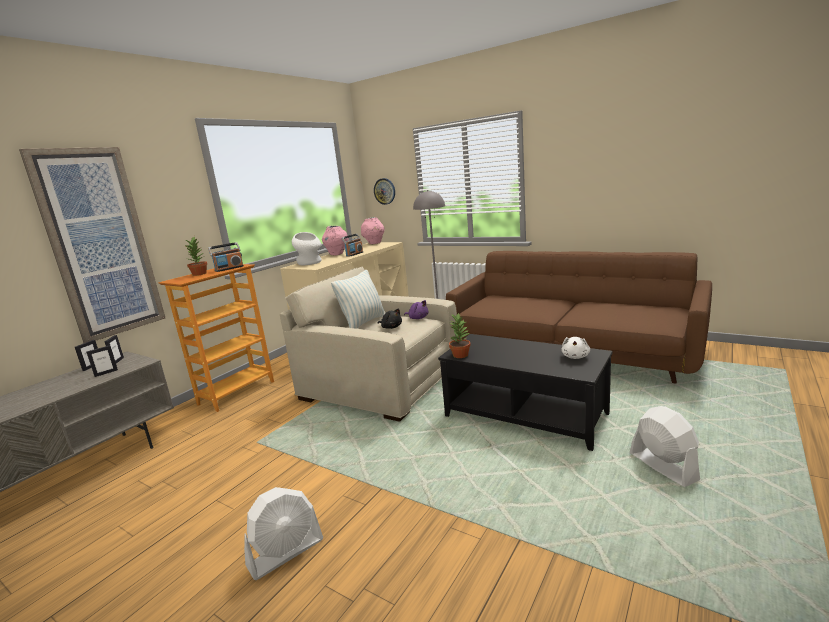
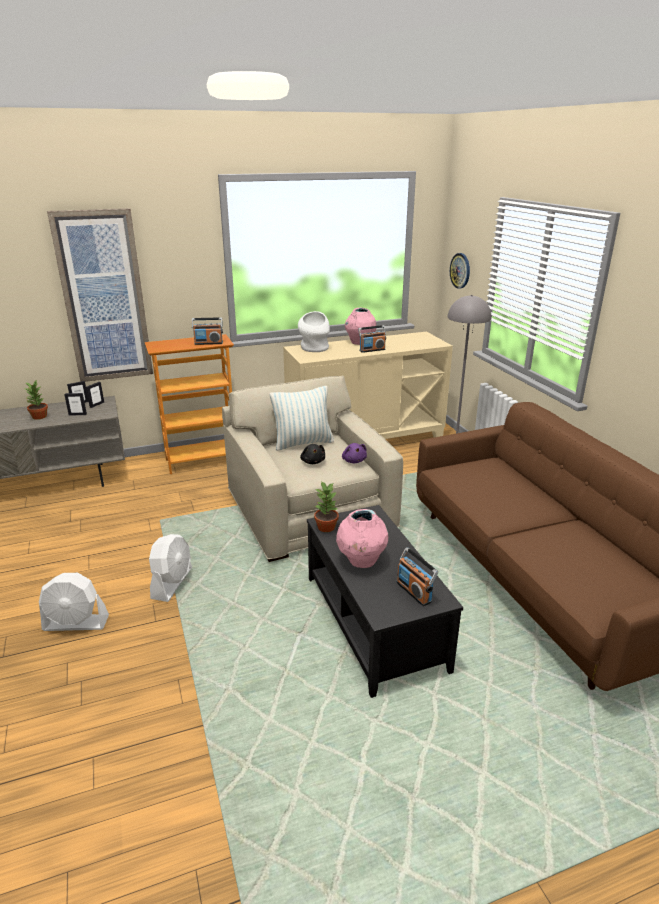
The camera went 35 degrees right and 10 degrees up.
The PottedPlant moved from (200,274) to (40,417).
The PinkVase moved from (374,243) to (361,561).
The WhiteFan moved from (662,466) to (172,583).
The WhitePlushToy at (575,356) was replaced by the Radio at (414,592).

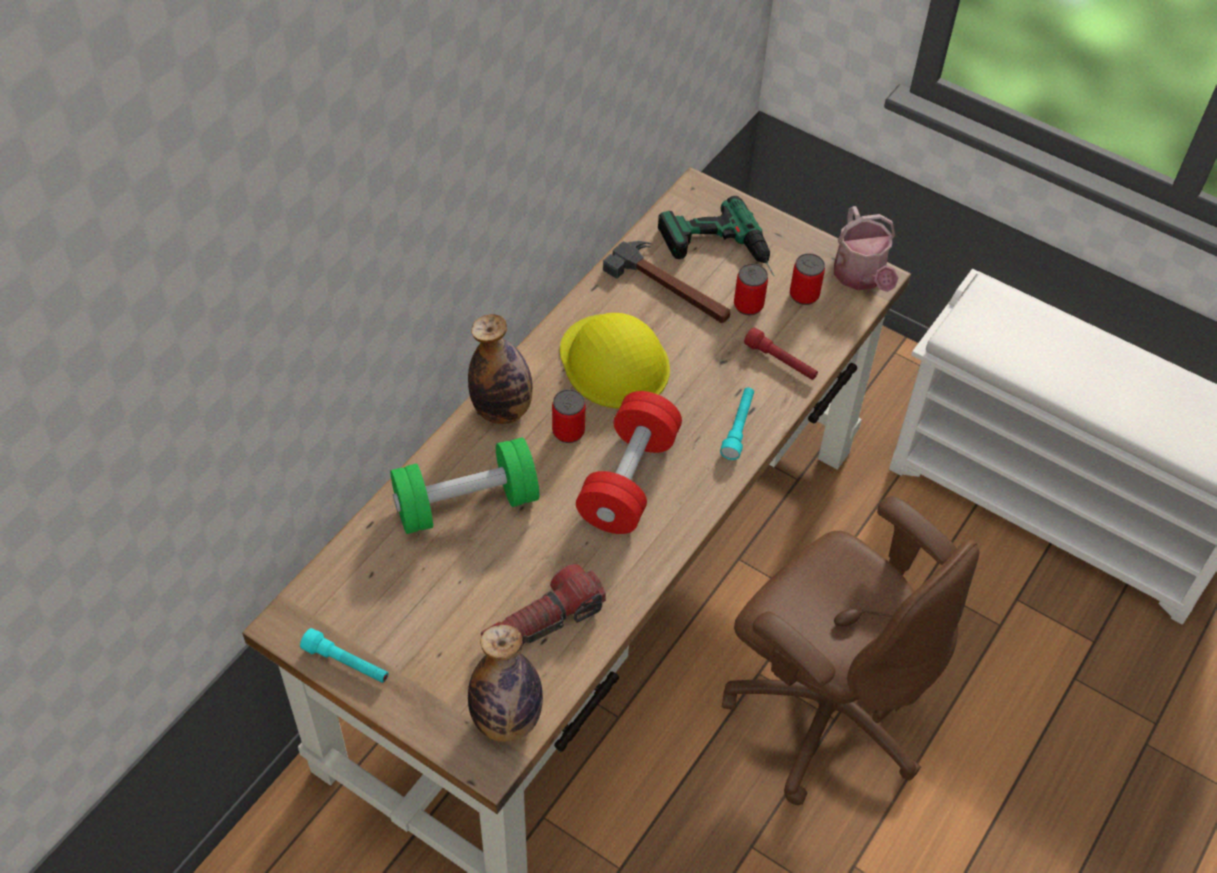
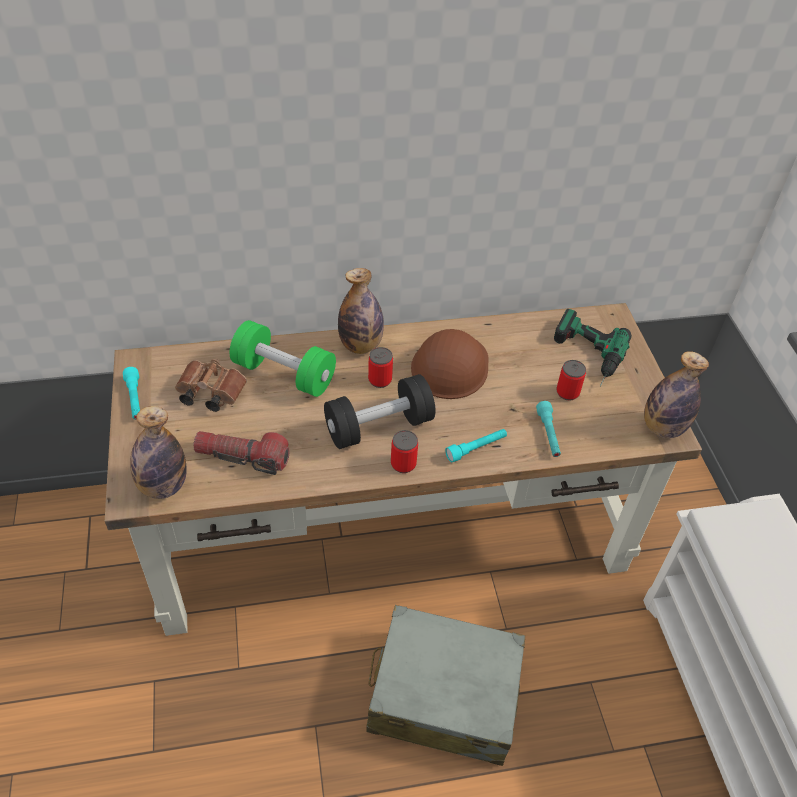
The camera went 45 degrees right and 5 degrees down.
The Hammer at (671,287) disappeared.
The BrownBinoculars at (209,393) appeared.
The Can moved from (804,295) to (403,464).
The BrownOfficeChair at (825,710) was replaced by the GreySuitcase at (443,695).
The WateringCan at (861,277) was replaced by the Bottle at (662,428).
The YellowHardHat at (614,362) became the BrownHardHat at (450,365).
The RedDumbbell at (628,480) became the BlackDumbbell at (379,427).
The RedFlashlight at (780,362) became the TurquoiseFlashlight at (548,434).

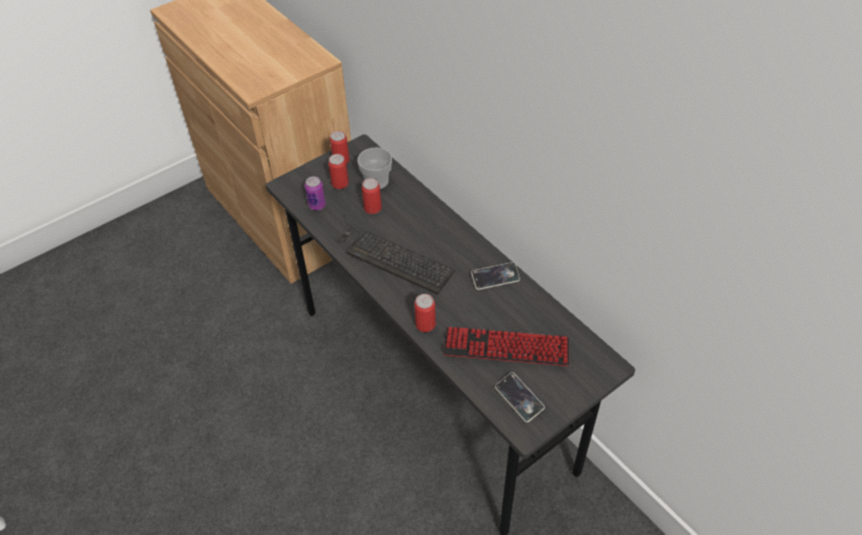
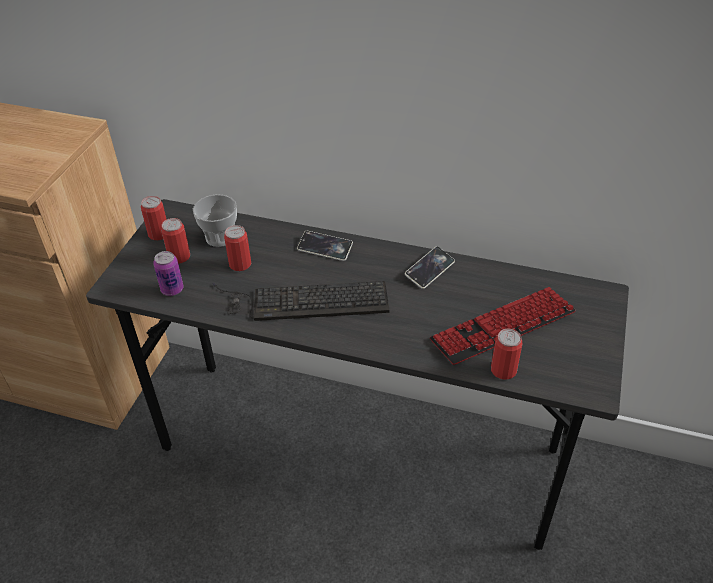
The camera went 35 degrees left and 5 degrees down.
The Can moved from (425,324) to (503,370).
The Phone moved from (519,399) to (325,248).

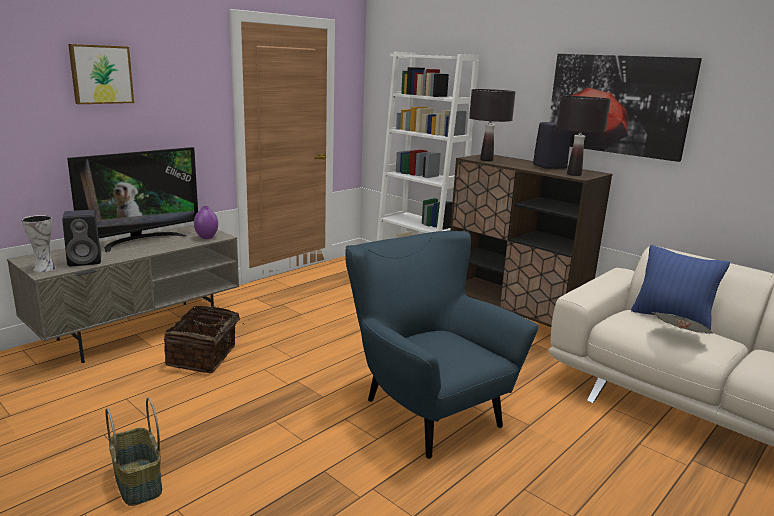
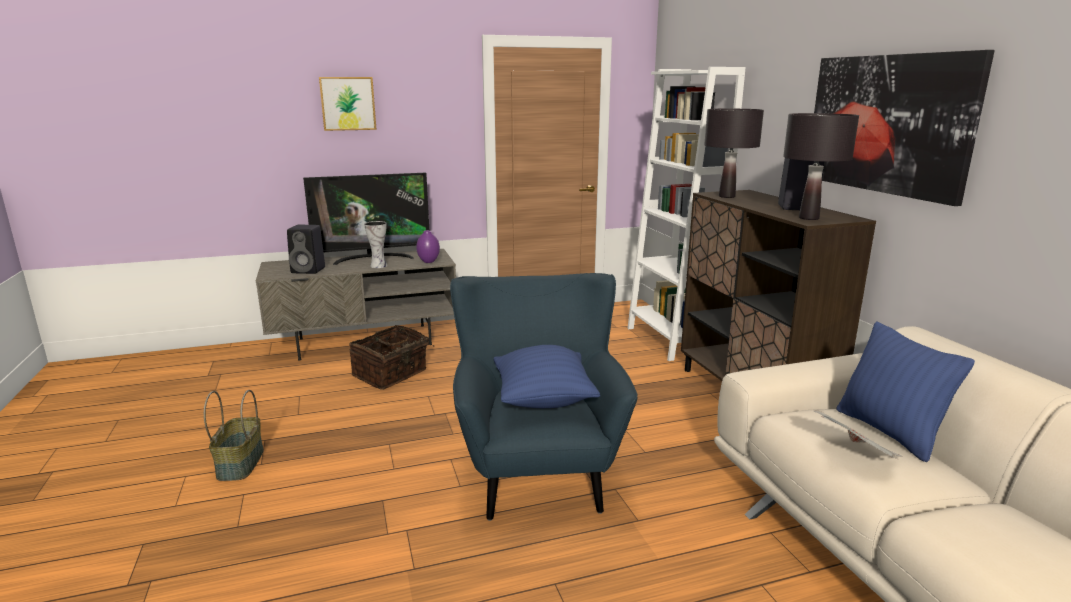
The camera went 30 degrees right and 0 degrees up.
The BluePillow at (543,400) appeared.
The Vase moved from (44,268) to (378,265).

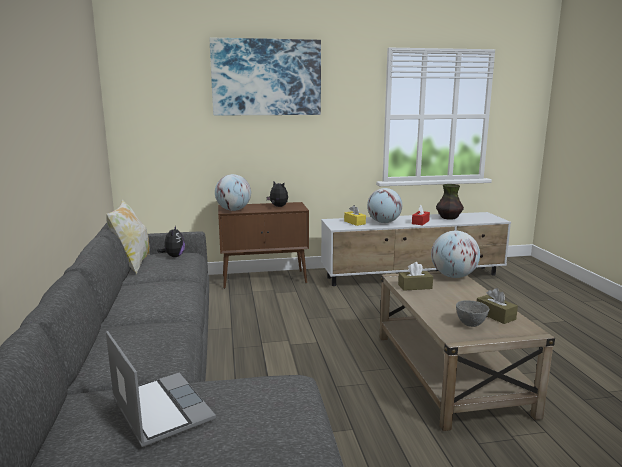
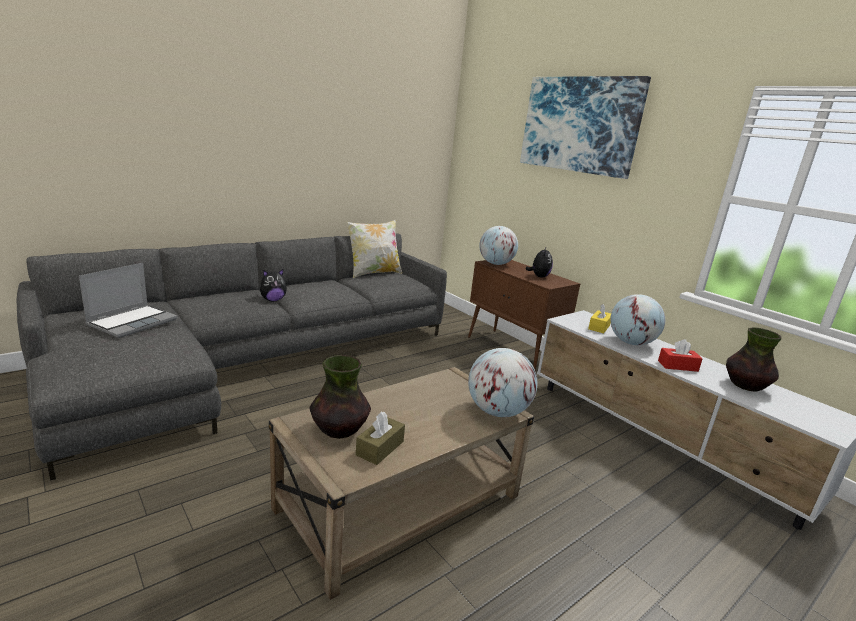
The camera went 60 degrees right and 5 degrees up.
The BrownTissueBox at (415,286) disappeared.
The PlushToy moved from (174,256) to (273,300).
The GreyBowl at (470,324) was replaced by the Vase at (339,430).

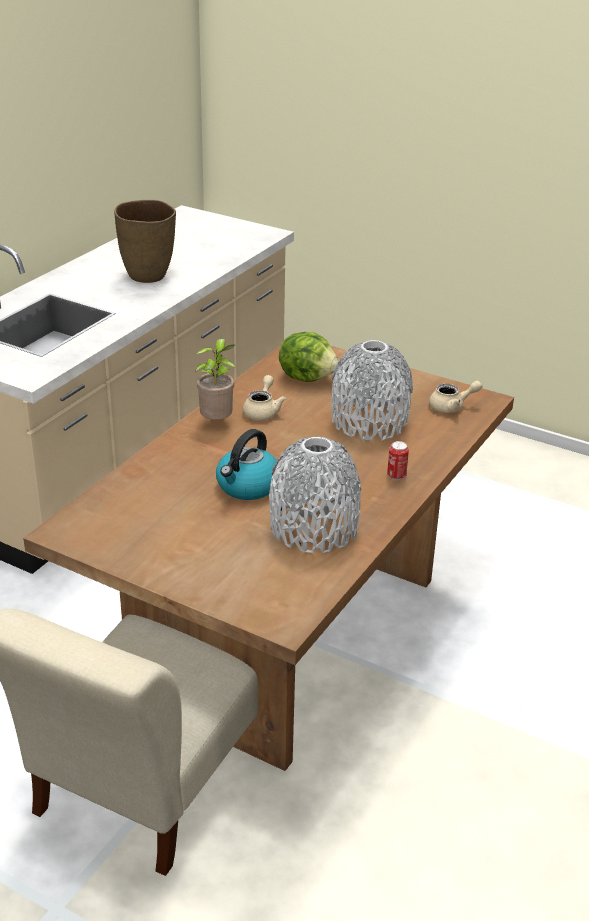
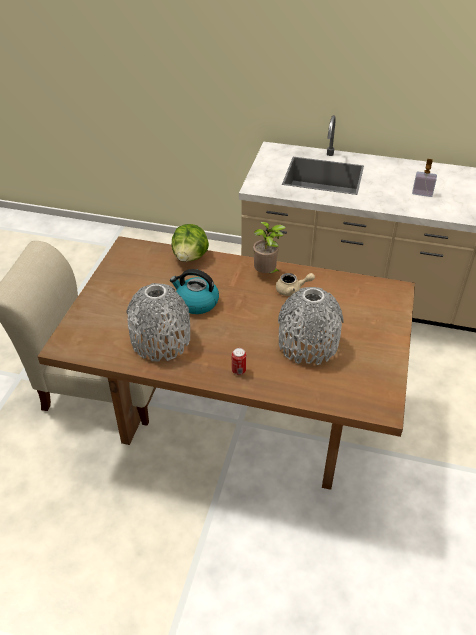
The camera went 75 degrees right and 10 degrees up.
The BeigeTeapot at (452,407) disappeared.
The Lettuce moved from (307,377) to (190,257).
The BrownVase at (148,276) was replaced by the SoapDispenser at (422,193).

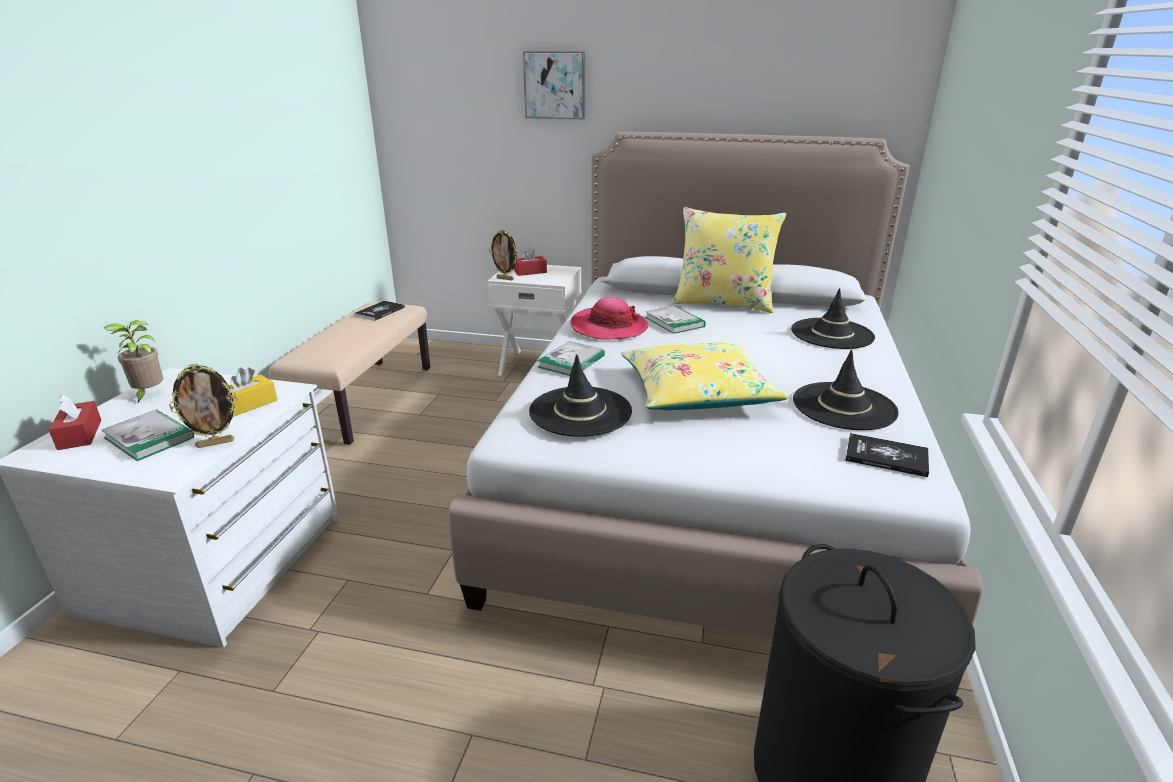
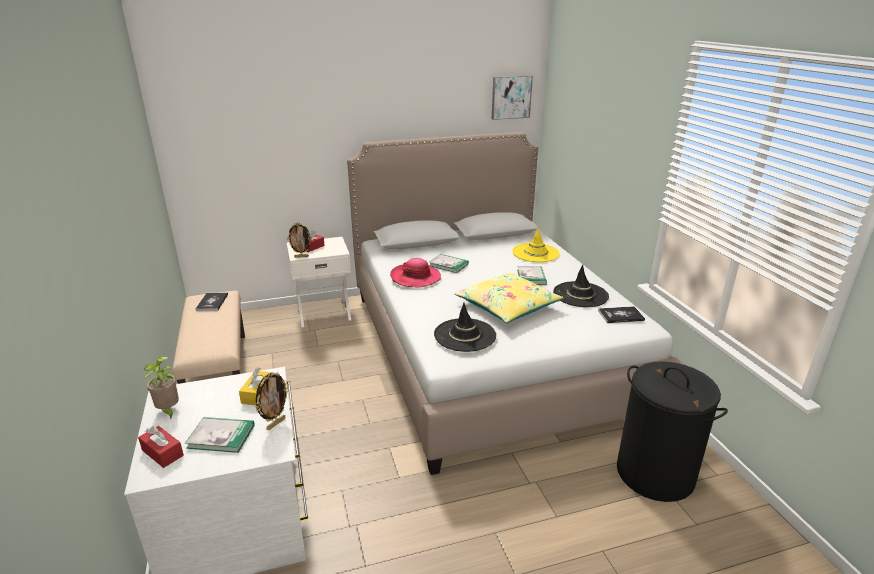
The camera went 30 degrees left and 0 degrees up.
The YellowPillow at (723,303) disappeared.
The Picture moved from (555,85) to (511,97).
The Book moved from (571,361) to (531,277).
The BlackHat at (832,334) became the YellowHat at (535,253).

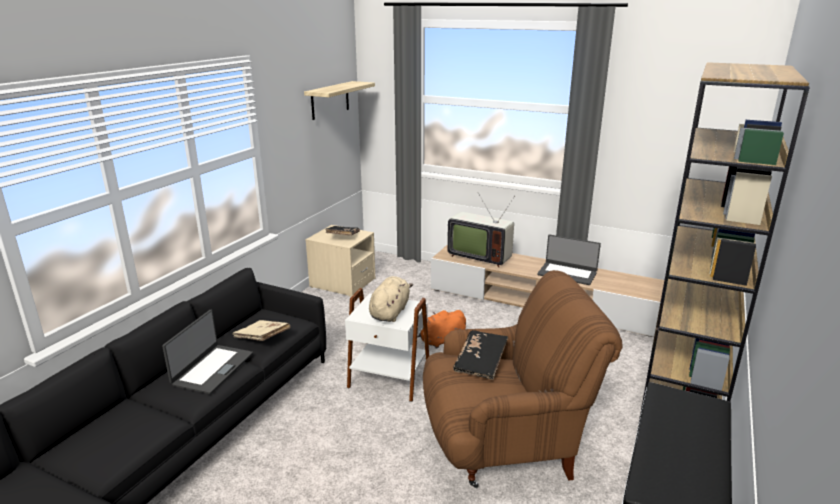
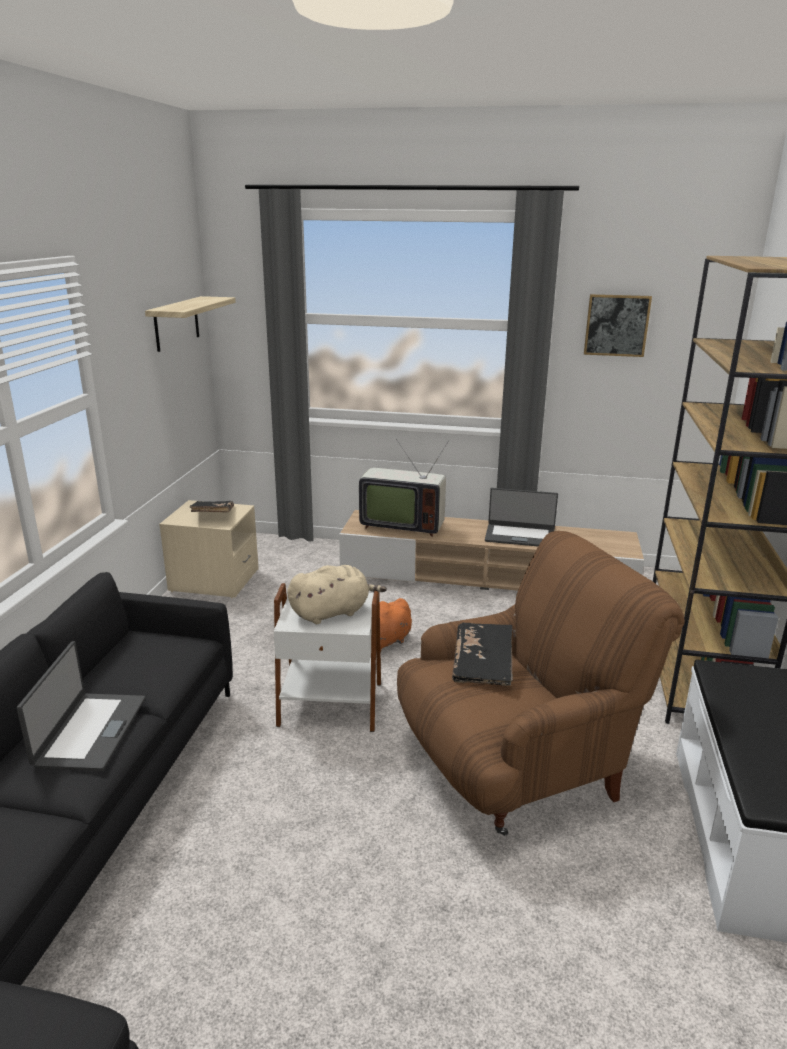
The camera went 15 degrees left and 0 degrees up.
The BeigeBook at (262,338) disappeared.
The Picture at (616,325) appeared.
The BeigePlushToy at (390,312) turned 60 degrees clockwise.

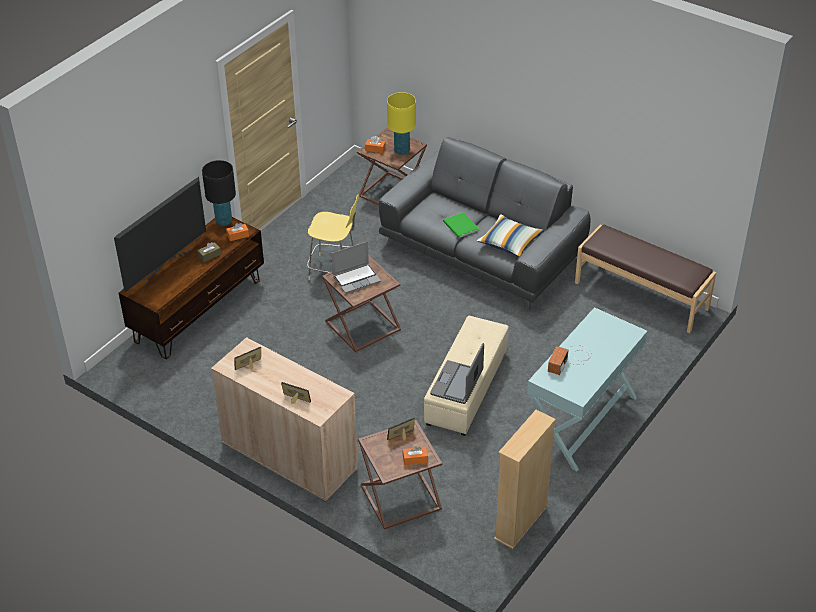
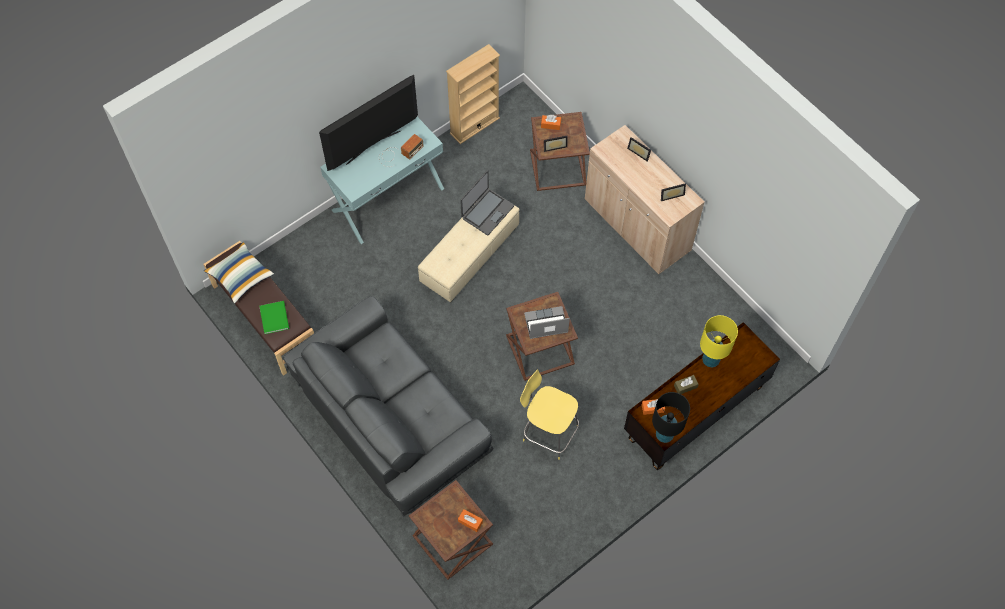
The camera went 165 degrees left and 20 degrees up.
The Television moved from (166,267) to (374,148).
The YellowTableLamp moved from (402,151) to (710,360).
The GreenBook moved from (460,227) to (275,317).
The Pillow moved from (510,242) to (240,276).

